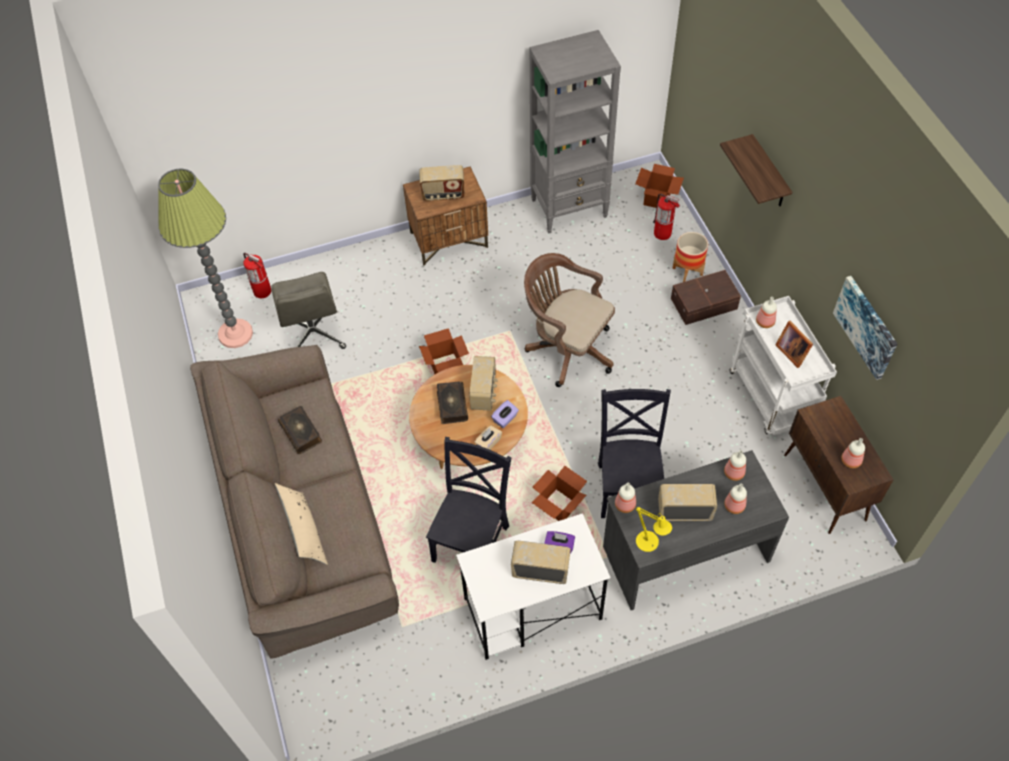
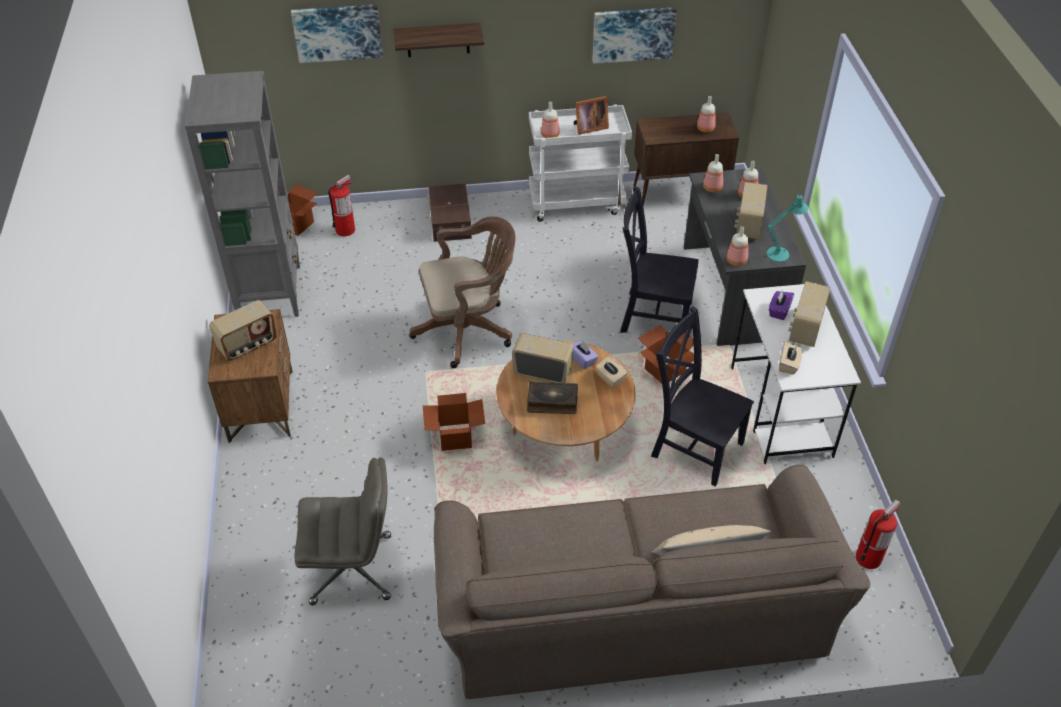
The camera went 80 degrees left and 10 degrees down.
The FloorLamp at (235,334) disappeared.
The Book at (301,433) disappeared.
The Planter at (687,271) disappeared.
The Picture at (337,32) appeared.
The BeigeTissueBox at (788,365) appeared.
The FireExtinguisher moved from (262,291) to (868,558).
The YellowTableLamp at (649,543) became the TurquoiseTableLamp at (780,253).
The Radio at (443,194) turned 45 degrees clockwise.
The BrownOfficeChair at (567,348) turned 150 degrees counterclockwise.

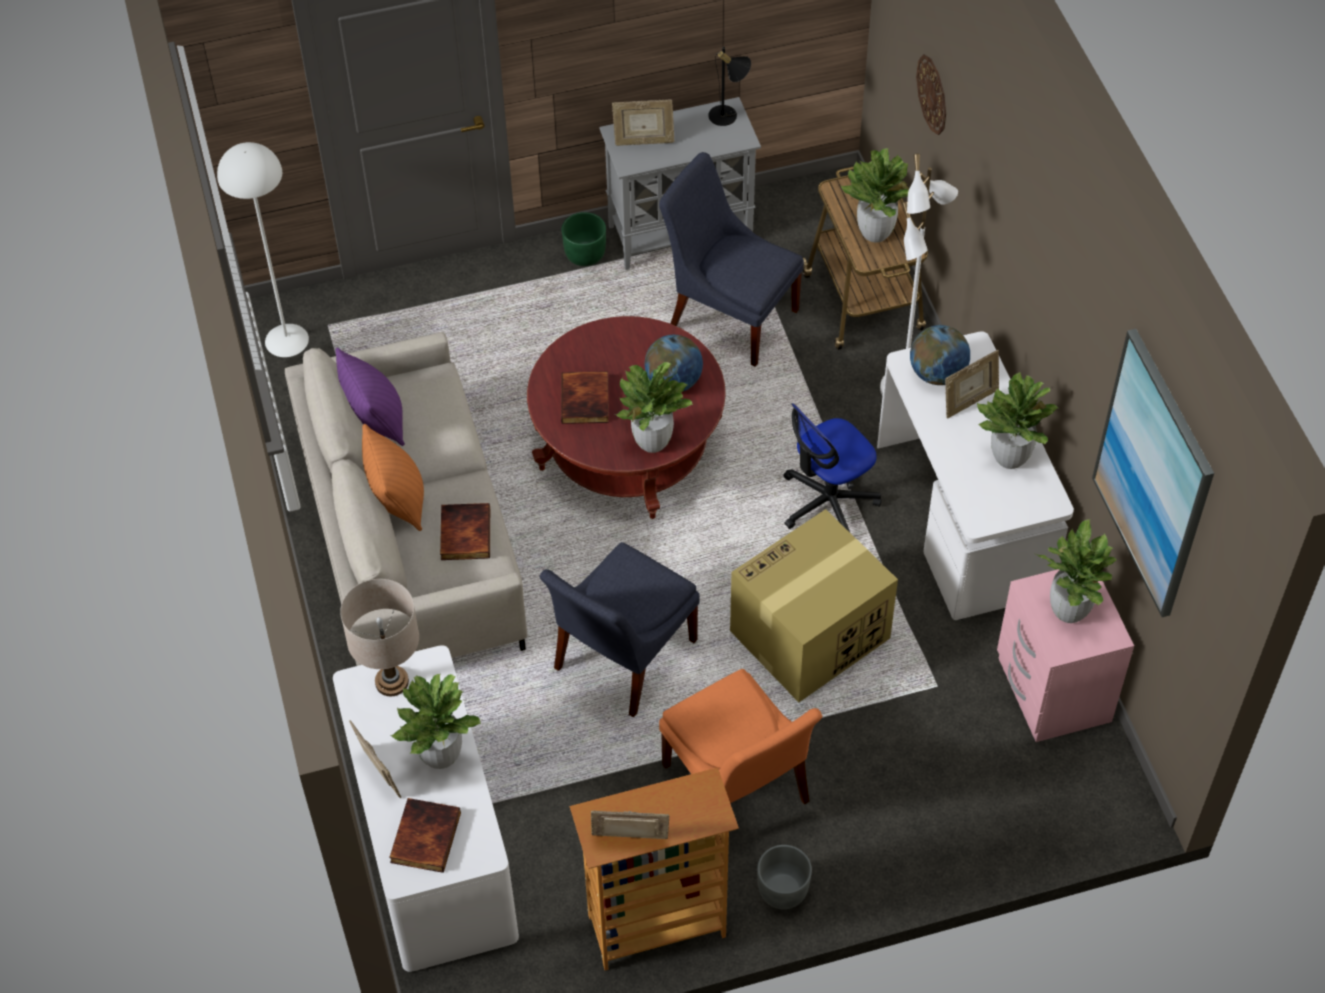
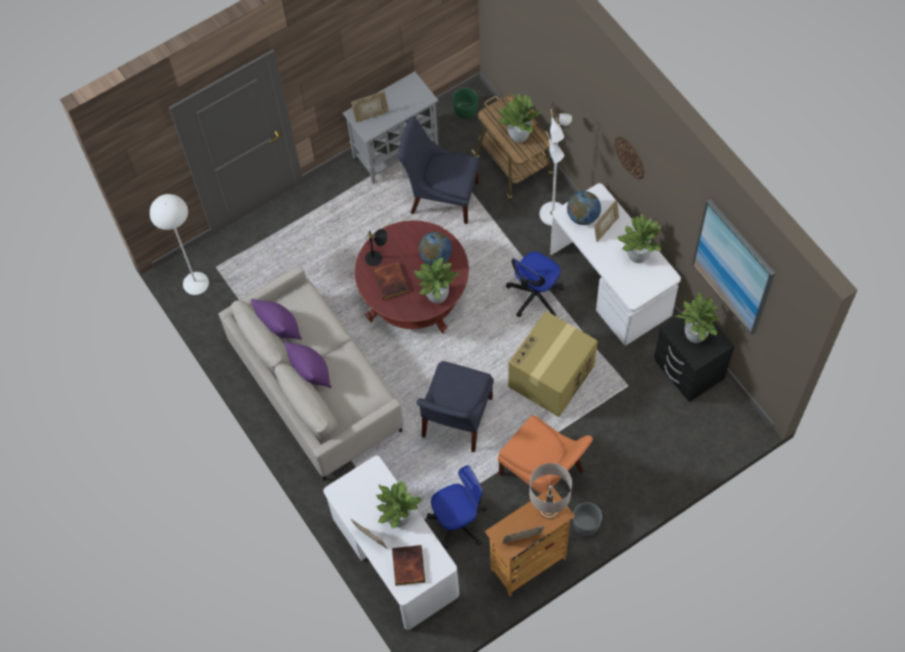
The camera went 15 degrees left and 10 degrees up.
The Book at (464,534) disappeared.
The OfficeChair at (458,521) appeared.
The BeigeTableLamp moved from (391,682) to (548,509).
The GreenPlanter moved from (585,254) to (465,111).
The BlackTableLamp moved from (728,116) to (377,257).
The WallClock moved from (932,94) to (630,157).
The OrangePillow at (398,500) became the PurplePillow at (311,373).
The PinkNightstand at (1051,690) became the BlackNightstand at (688,370).

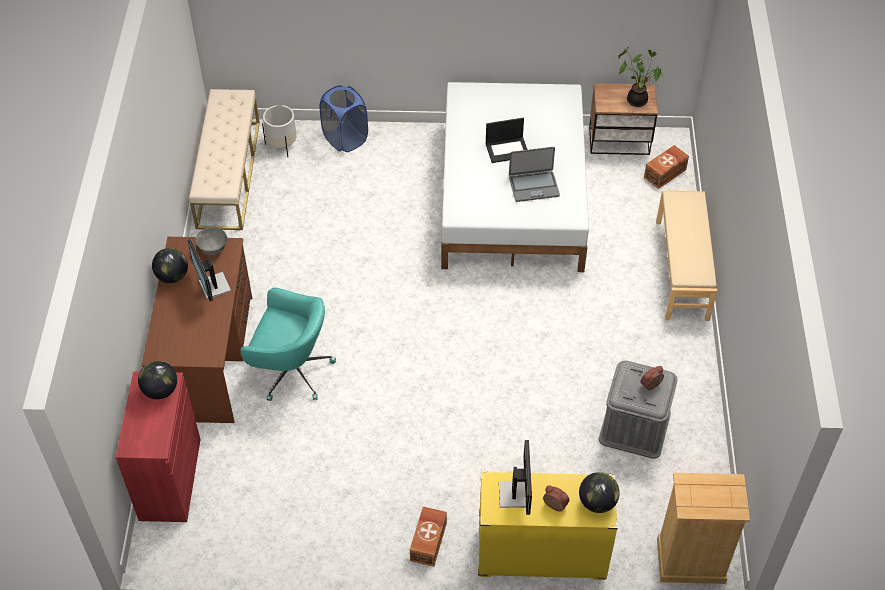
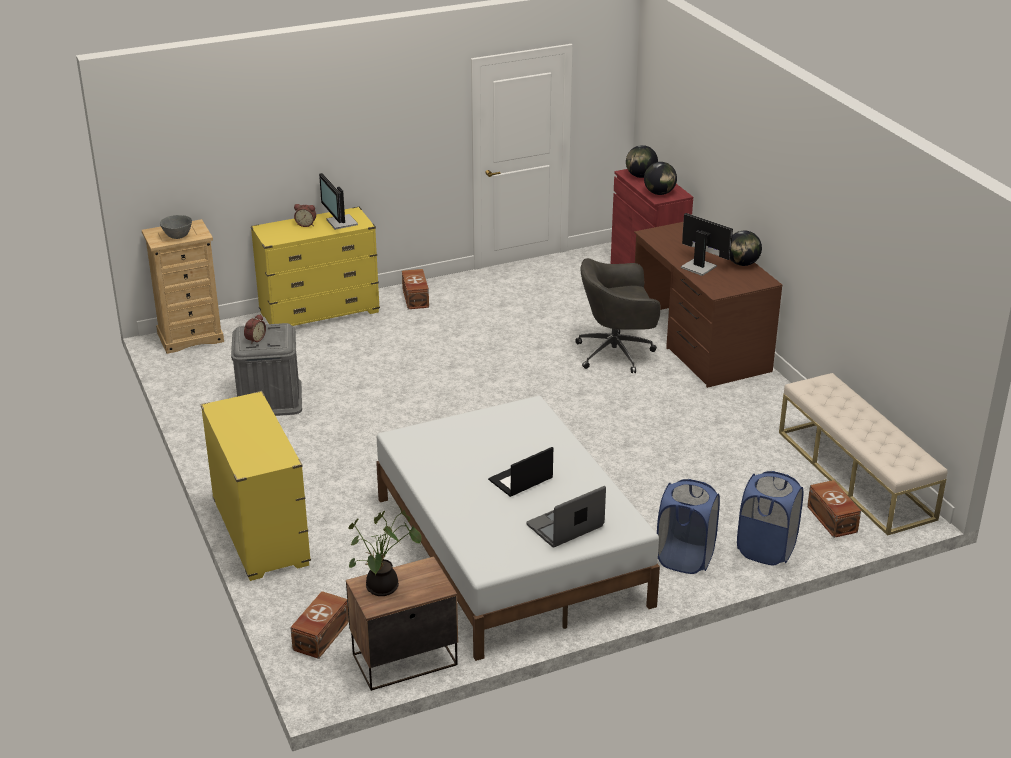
The camera went 155 degrees right and 20 degrees down.
The BlueLaundryBasket at (684,558) appeared.
The GreyBowl moved from (213,250) to (178,237).
The Laptop moved from (533,186) to (565,526).
The Globe moved from (597,502) to (640,176).
The WhitePlanter at (282,145) was replaced by the BrownStorageBox at (831,520).
The BeigeBench at (682,269) was replaced by the YellowDresser at (260,533).
The TurquoiseOfficeChair at (291,371) became the GreyOfficeChair at (617,353).

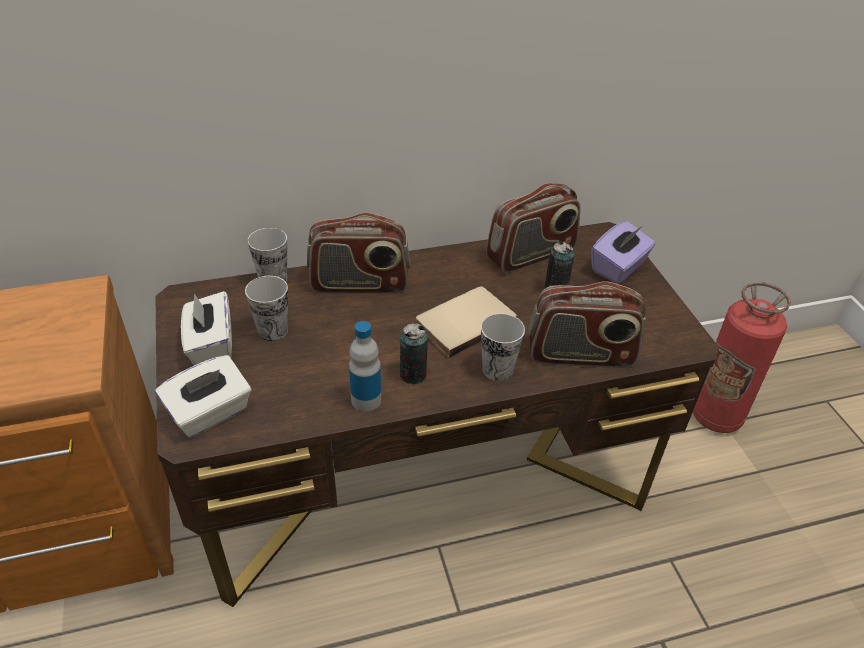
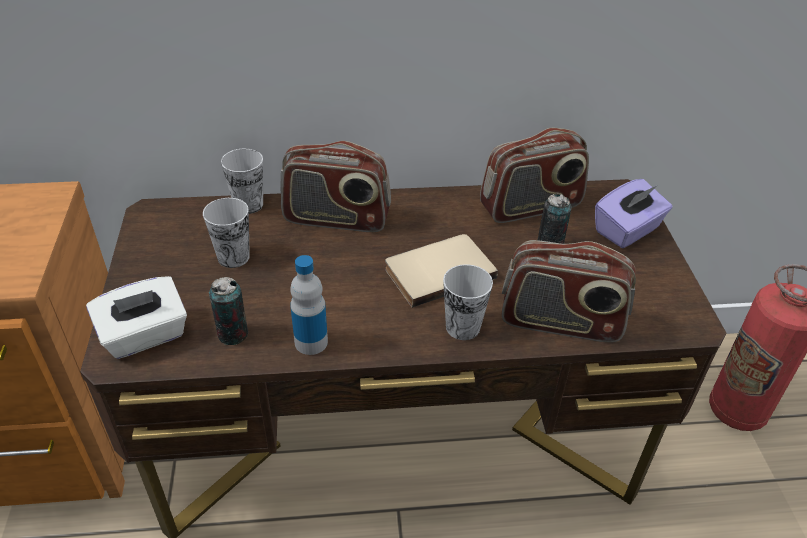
The camera went 10 degrees right and 0 degrees up.
The WhiteTissueBox at (211,345) disappeared.
The Can moved from (413,375) to (233,334).

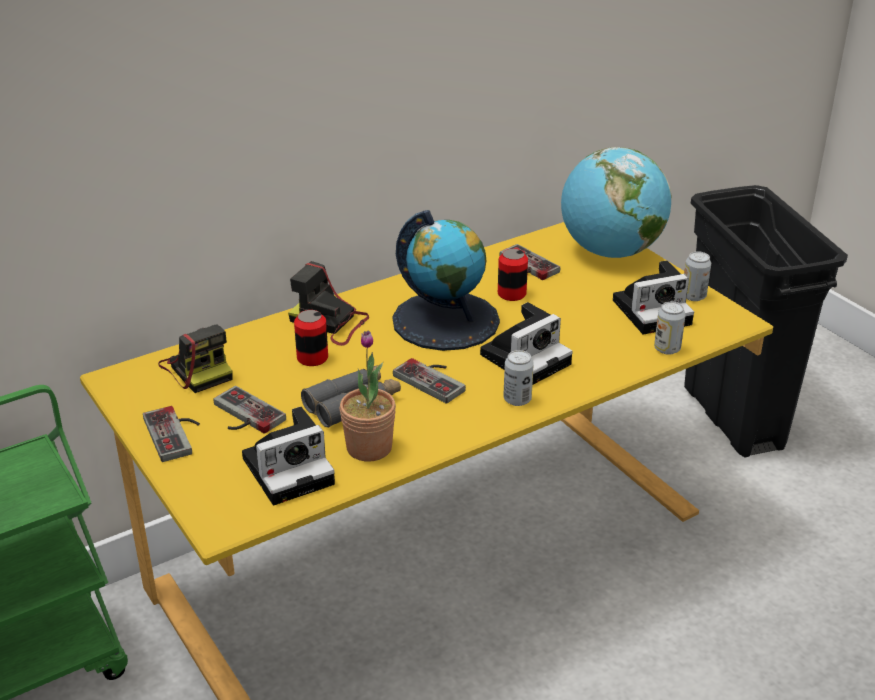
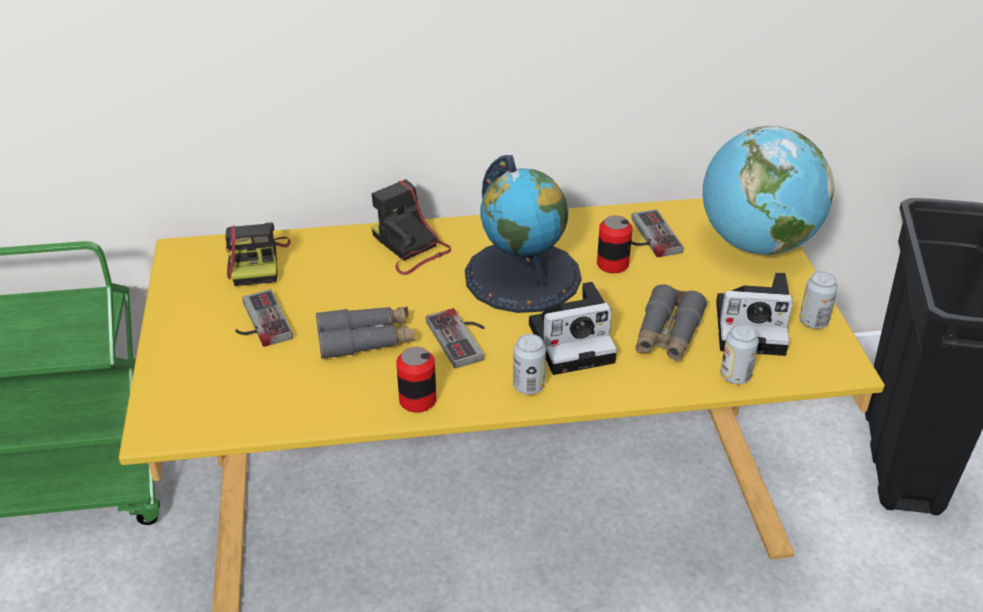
The camera went 25 degrees right and 5 degrees up.
The GameController at (176,433) disappeared.
The PhotoCamera at (291,469) disappeared.
The PottedPlant at (369,448) disappeared.
The GreyBinoculars at (667,335) appeared.
The Can moved from (312,358) to (417,400).

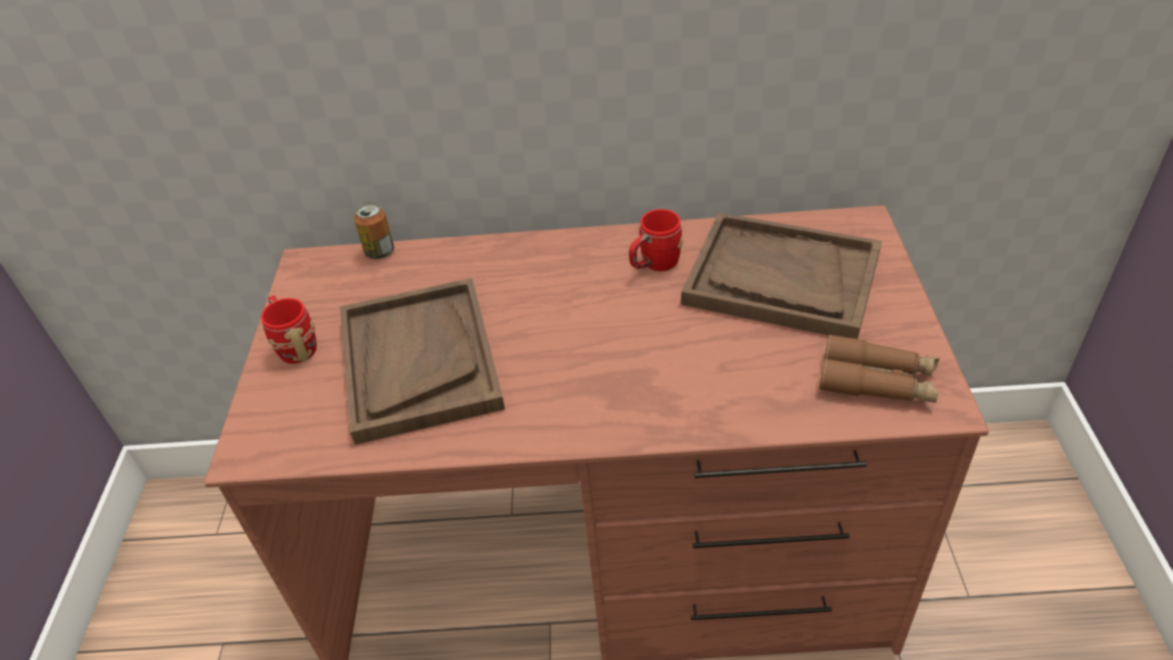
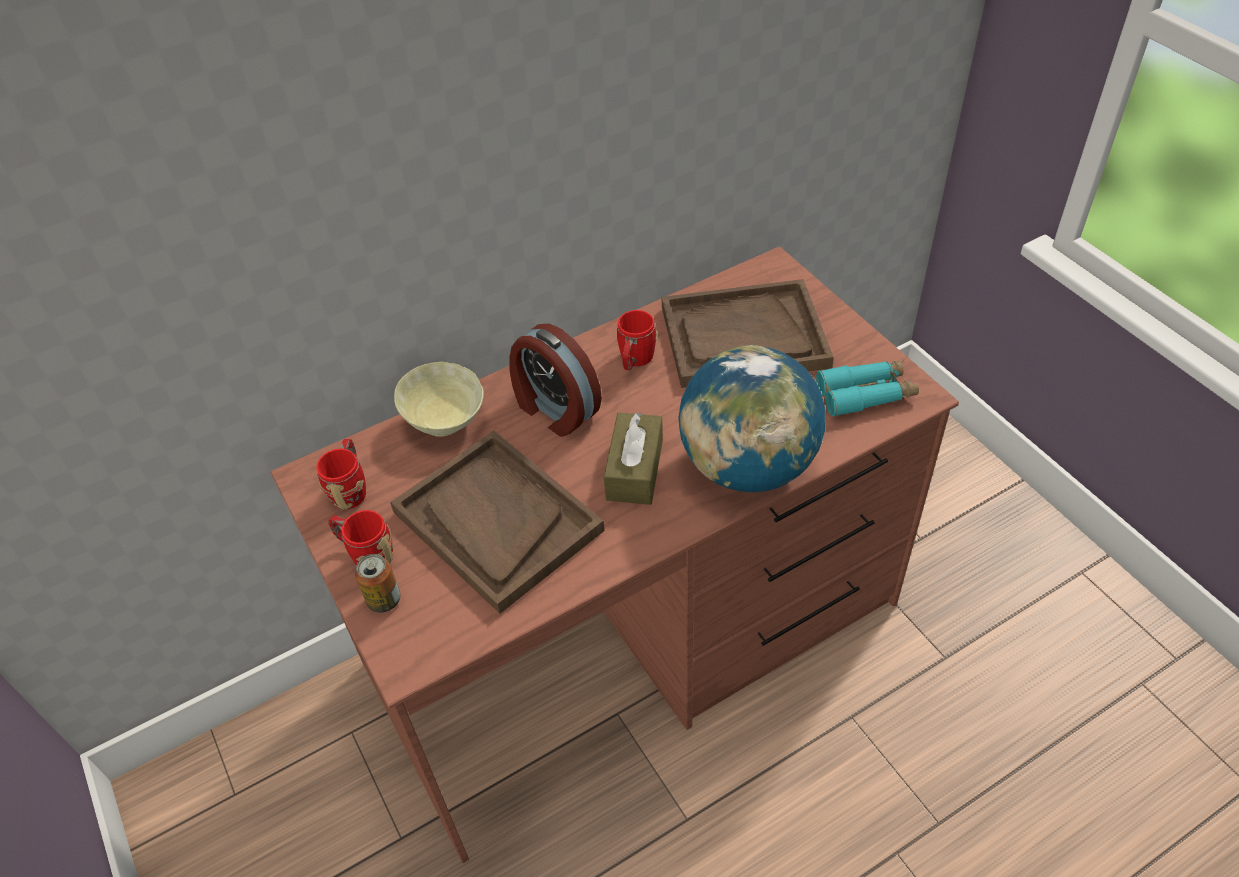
The camera went 30 degrees left and 5 degrees up.
The RedMug at (350,488) appeared.
The BeigeBowl at (445,423) appeared.
The AlarmClock at (555,409) appeared.
The BrownTissueBox at (634,469) appeared.
The Globe at (748,466) appeared.
The Can moved from (380,252) to (384,600).
The BrownBinoculars at (877,381) became the TurquoiseBinoculars at (866,394).

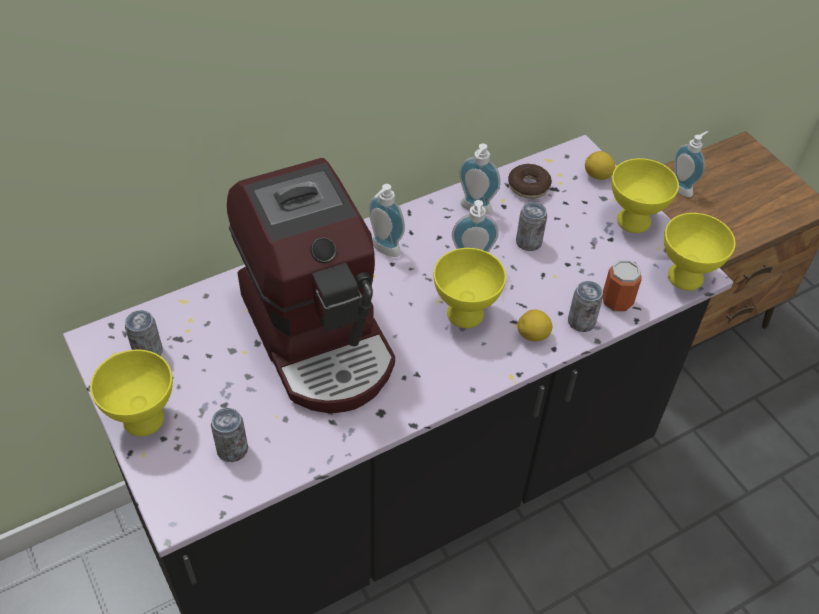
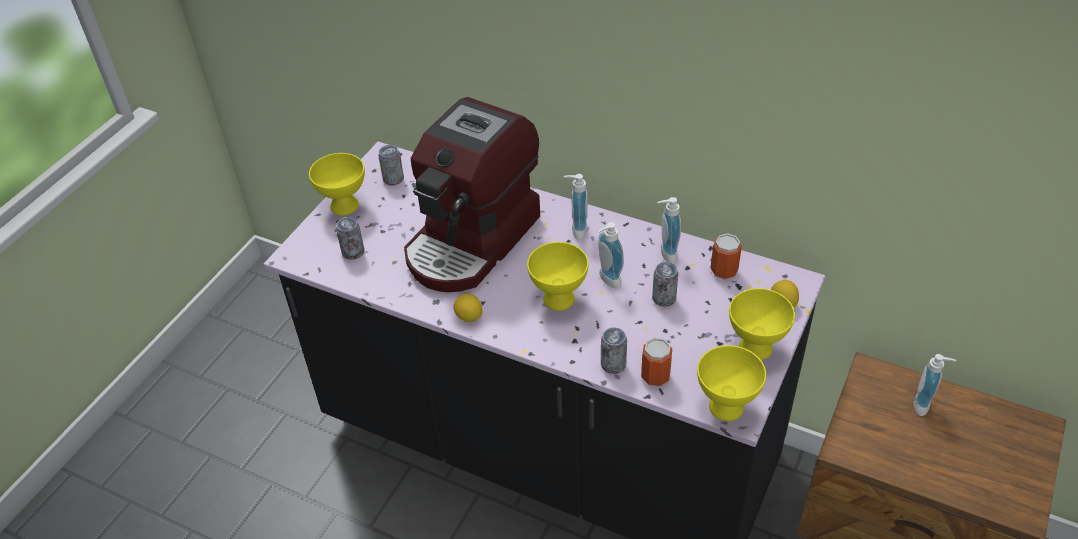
The camera went 60 degrees right and 5 degrees down.
The Lemon moved from (533,335) to (469,317).
The Donut at (528,186) was replaced by the Can at (724,270).

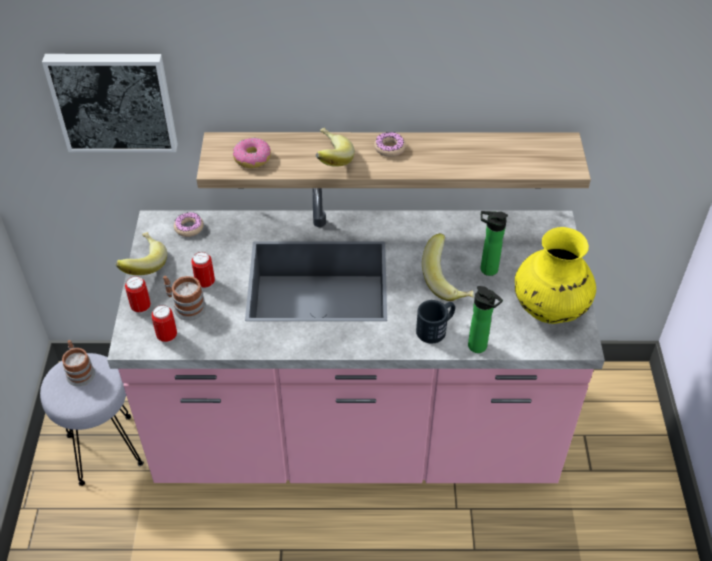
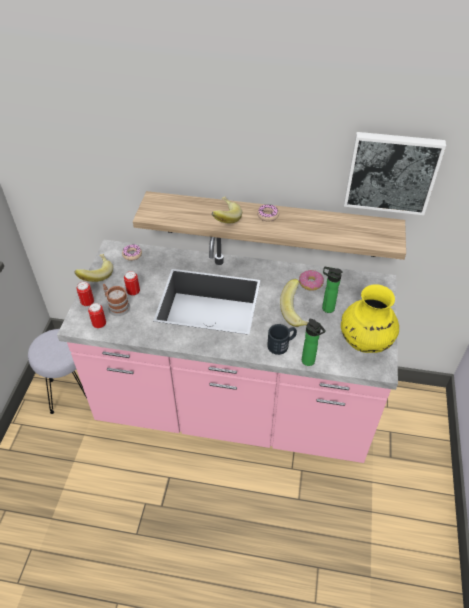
The camera went 10 degrees right and 0 degrees up.
The Mug at (79,371) disappeared.
The Picture moved from (114,100) to (391,172).
The Donut moved from (252,158) to (310,283).

